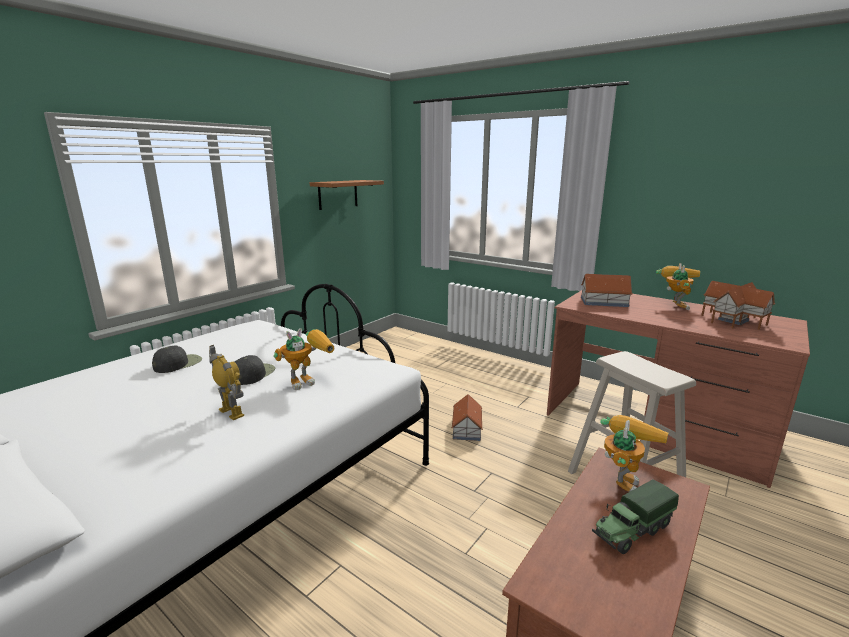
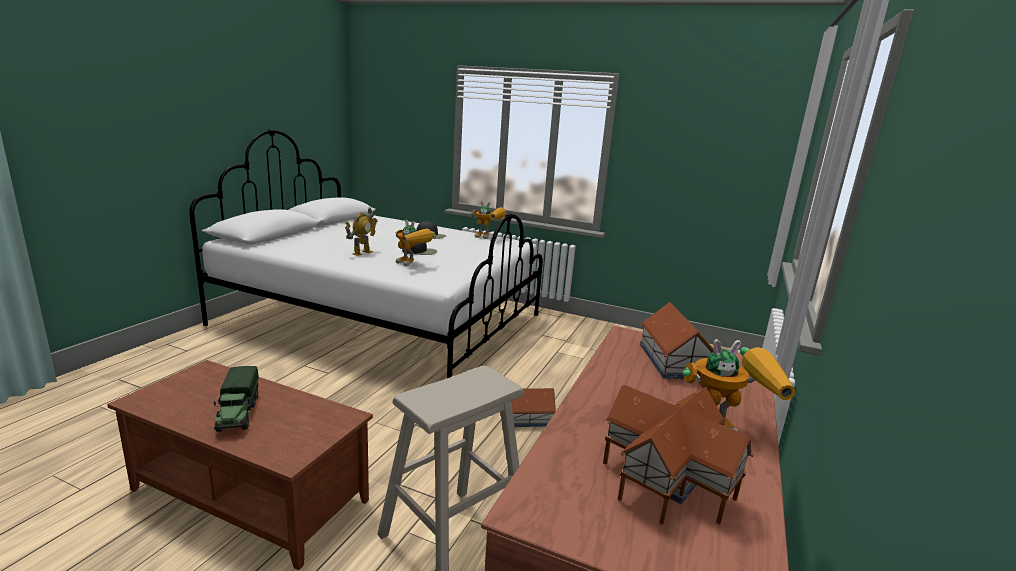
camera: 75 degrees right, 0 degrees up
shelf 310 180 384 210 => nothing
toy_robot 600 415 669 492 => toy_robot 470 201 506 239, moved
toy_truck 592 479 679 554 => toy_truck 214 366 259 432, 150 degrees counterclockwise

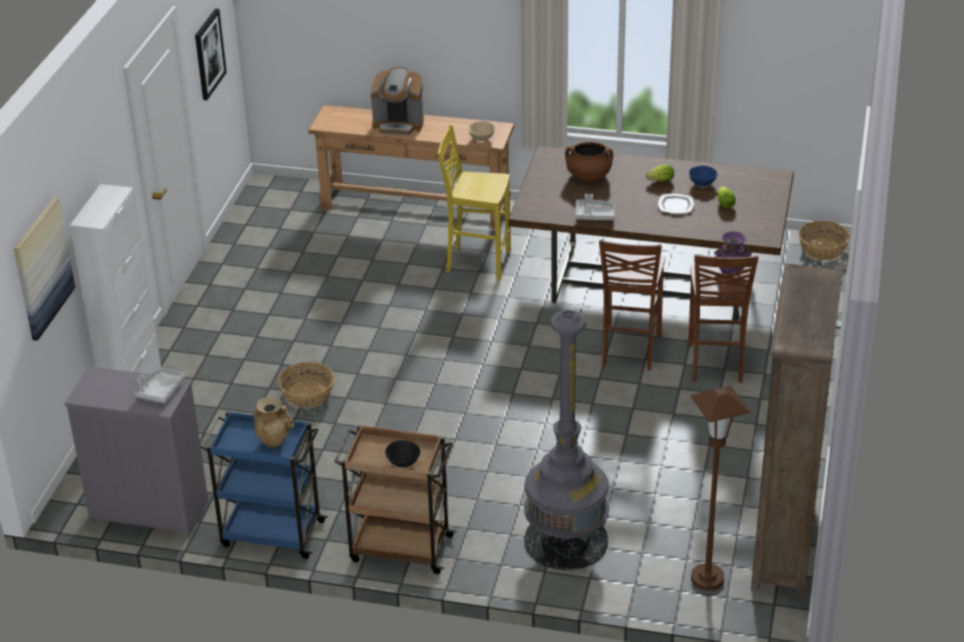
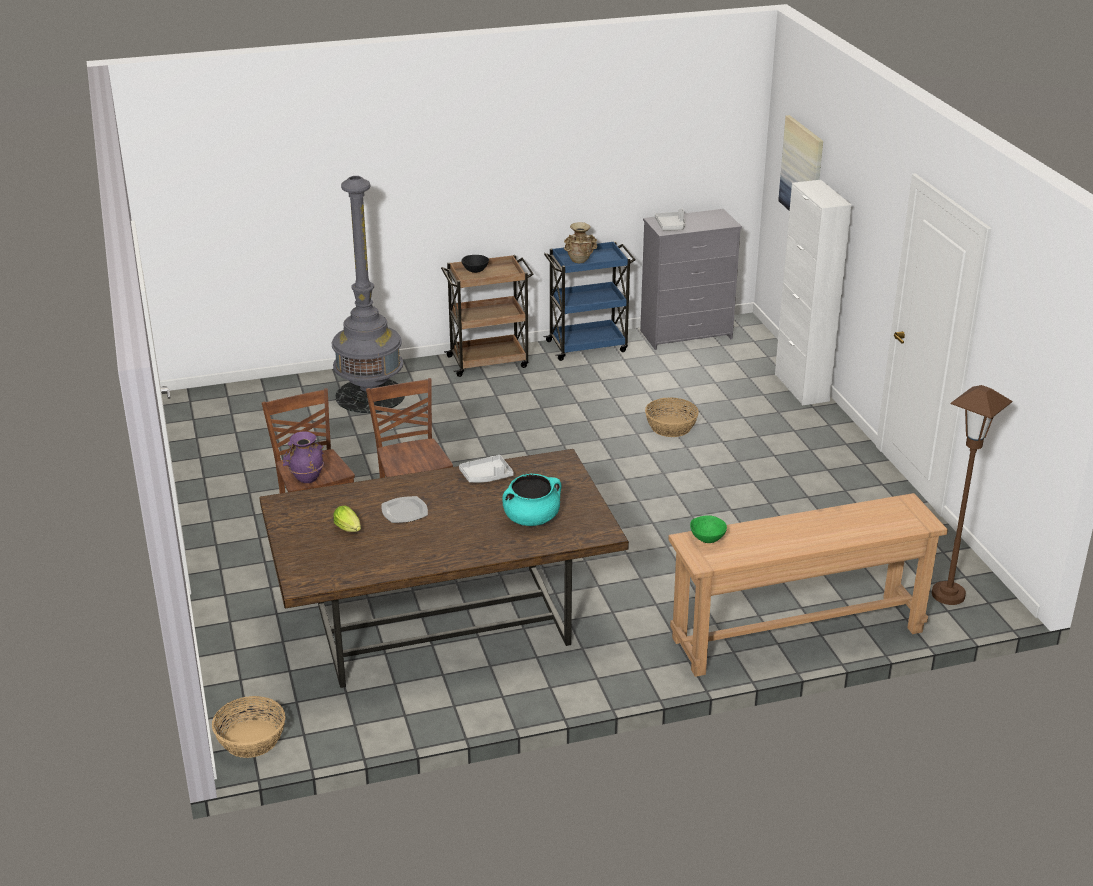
camera: 150 degrees right, 5 degrees down
picture 195 8 227 100 => nothing
coffee_machine 371 67 424 135 => nothing
yellow_stool 437 125 511 280 => nothing
lettuce 646 164 674 181 => nothing
blue_bowl 689 166 717 187 => nothing
brown_bookcase 751 264 843 598 => nothing
brown_floor_lamp 691 386 750 591 => brown_floor_lamp 932 385 1012 605, moved
beige_bowl 468 121 495 141 => green_bowl 690 515 727 543
brown_cooking_pot 565 142 613 181 => turquoise_cooking_pot 502 474 562 526

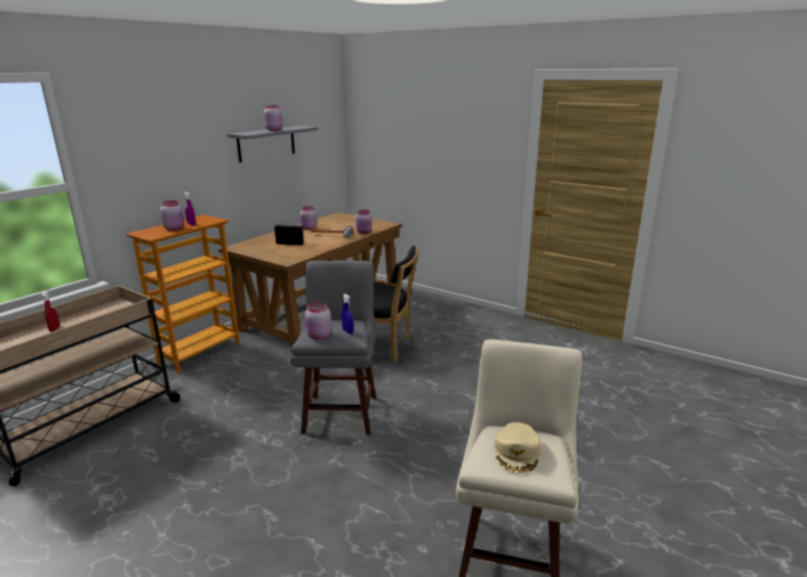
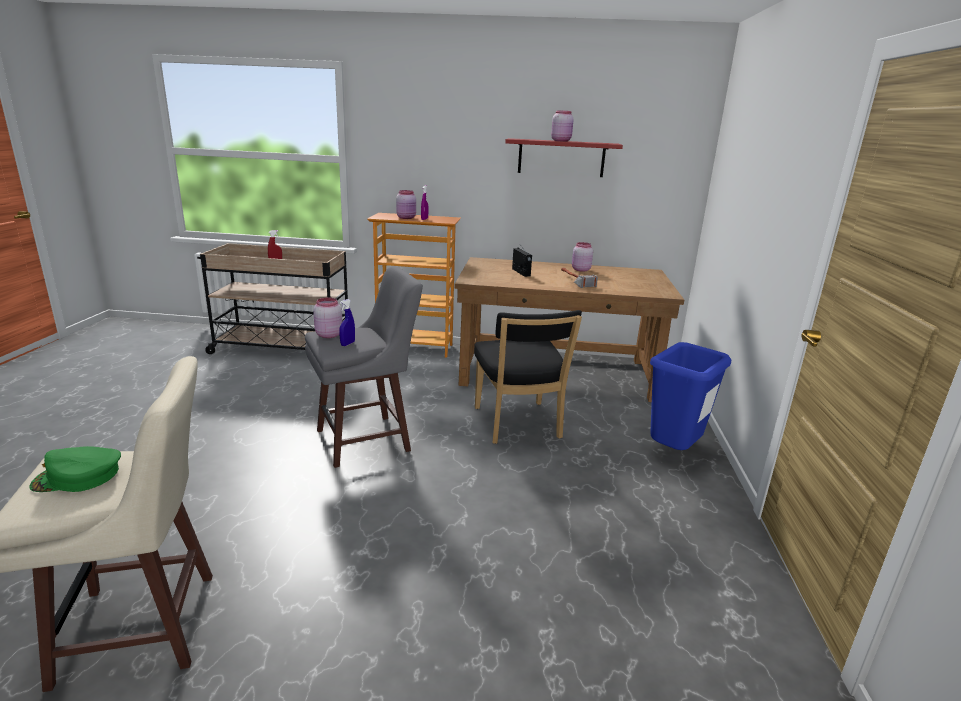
camera: 60 degrees right, 0 degrees up
pink_jar 355 210 372 234 => nothing
nothing => blue_trash_can 650 342 731 450
grey_shelf 227 126 318 163 => red_shelf 505 138 623 177
beige_cap 495 422 542 474 => green_cap 29 446 121 492

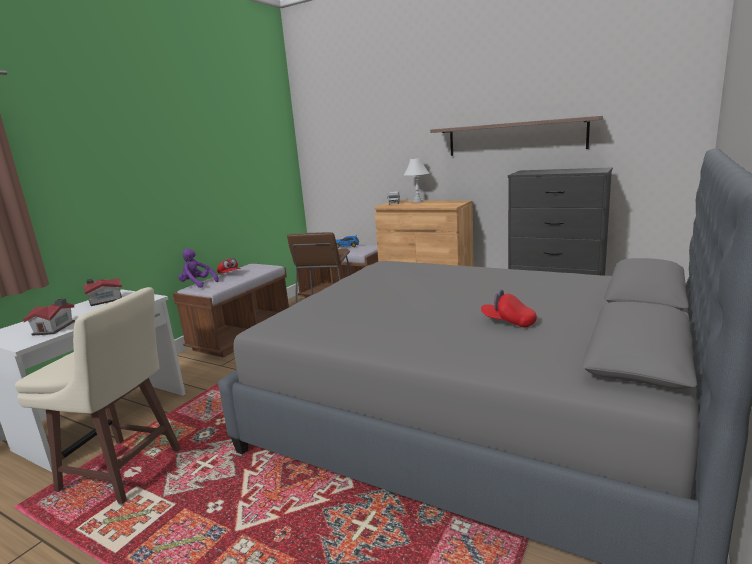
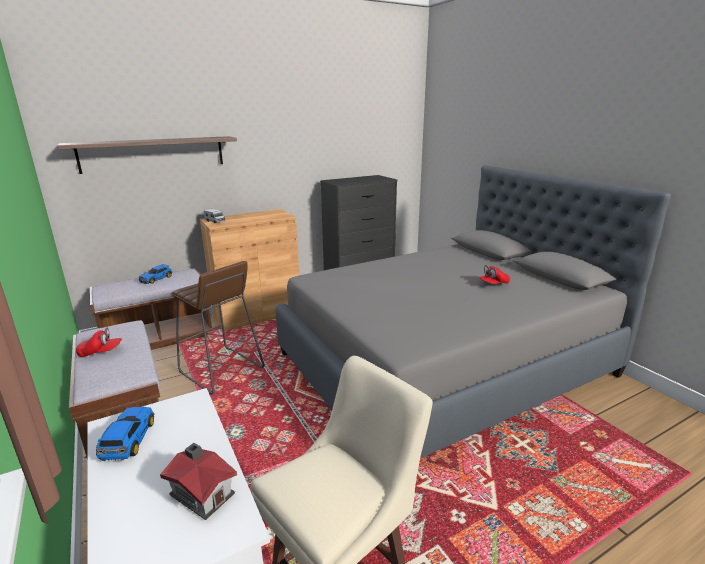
camera: 60 degrees left, 5 degrees up
purple_plush_toy 178 249 219 288 => nothing
white_table_lamp 404 158 429 203 => nothing
shelf 430 116 603 156 => shelf 57 136 237 174, moved
toy_house 83 278 122 306 => toy_car 96 407 154 461

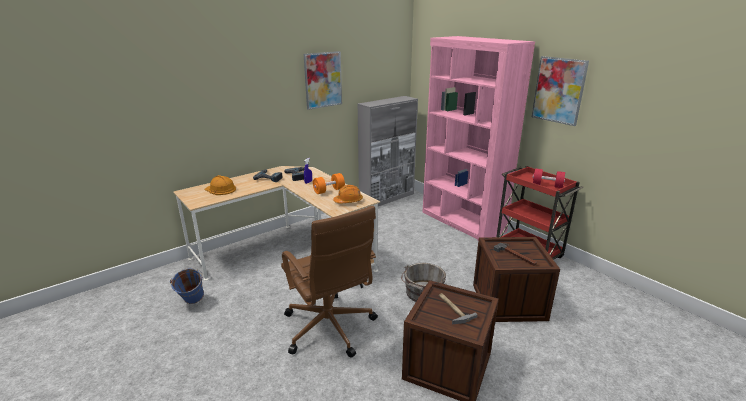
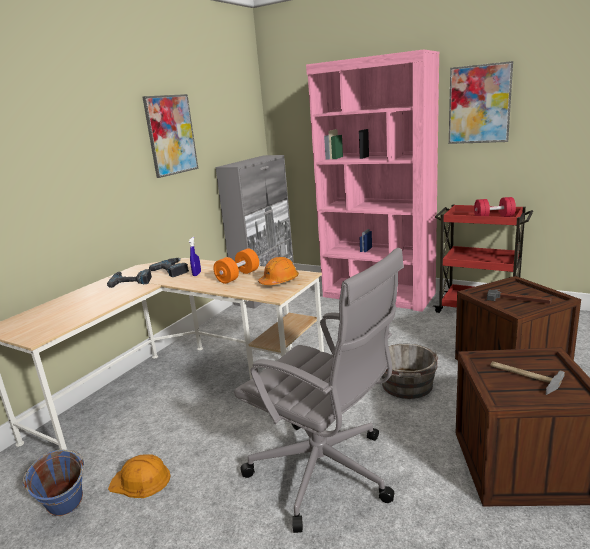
camera: 20 degrees left, 5 degrees down
orange_hard_hat 205 175 236 195 => orange_hard_hat 108 454 171 498, moved
brown_office_chair 281 206 378 358 => grey_office_chair 234 248 404 533

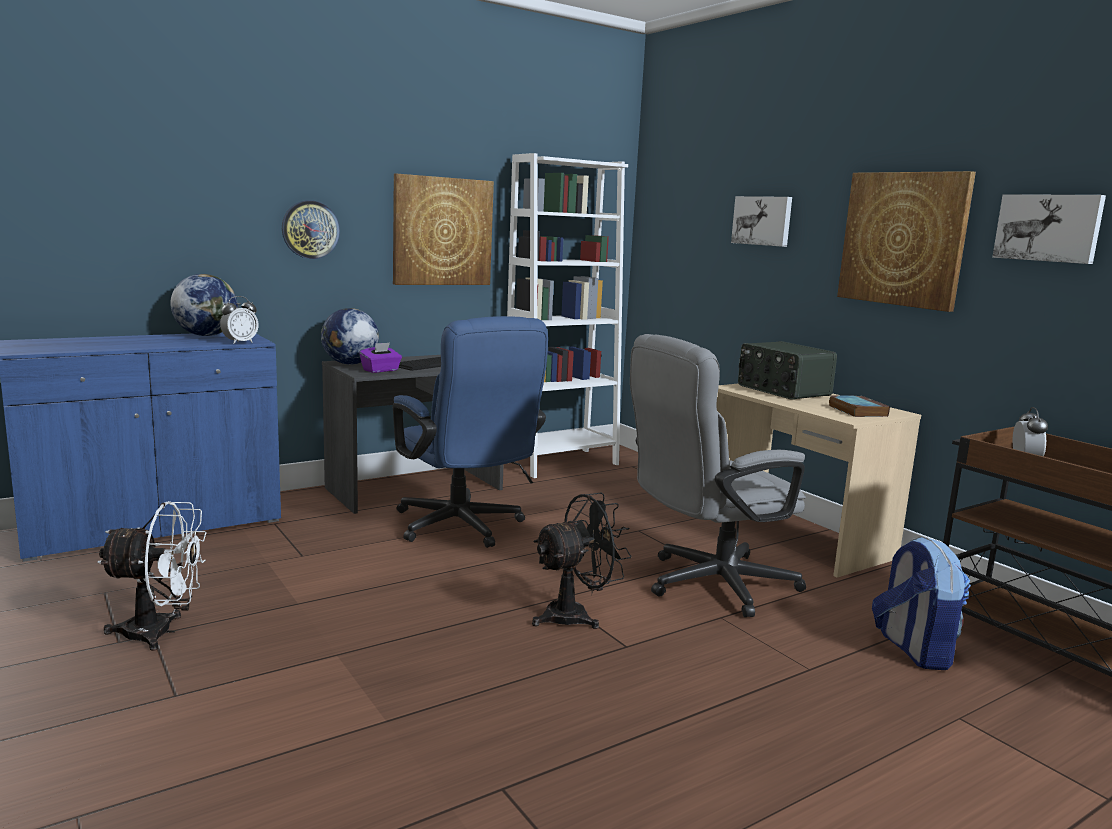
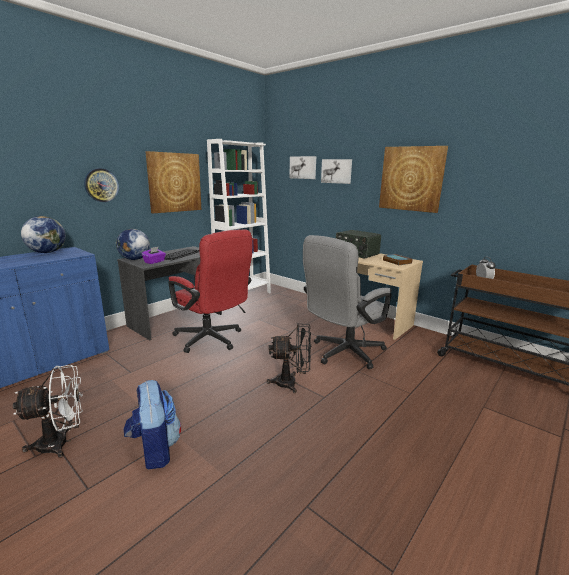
camera: 15 degrees left, 5 degrees up
alarm_clock 220 296 259 344 => nothing
backpack 872 536 971 670 => backpack 124 380 181 470, moved
picture 992 194 1106 264 => picture 289 156 316 179, moved
blue_office_chair 393 316 548 548 => red_office_chair 168 229 252 353
black_fan 532 492 632 629 => black_fan 267 323 311 393, 45 degrees clockwise

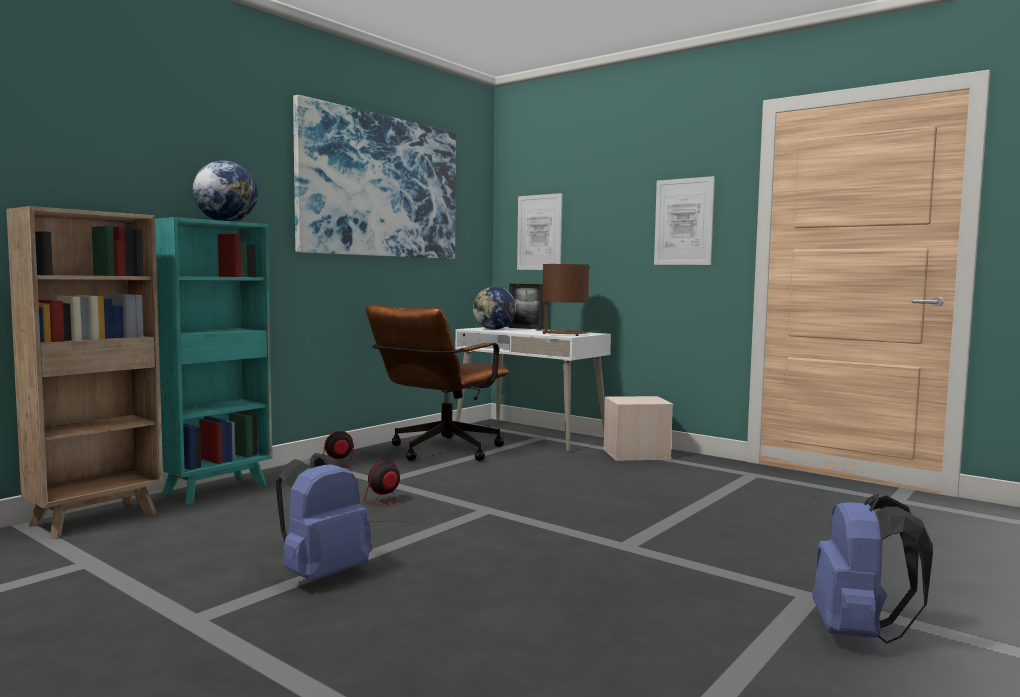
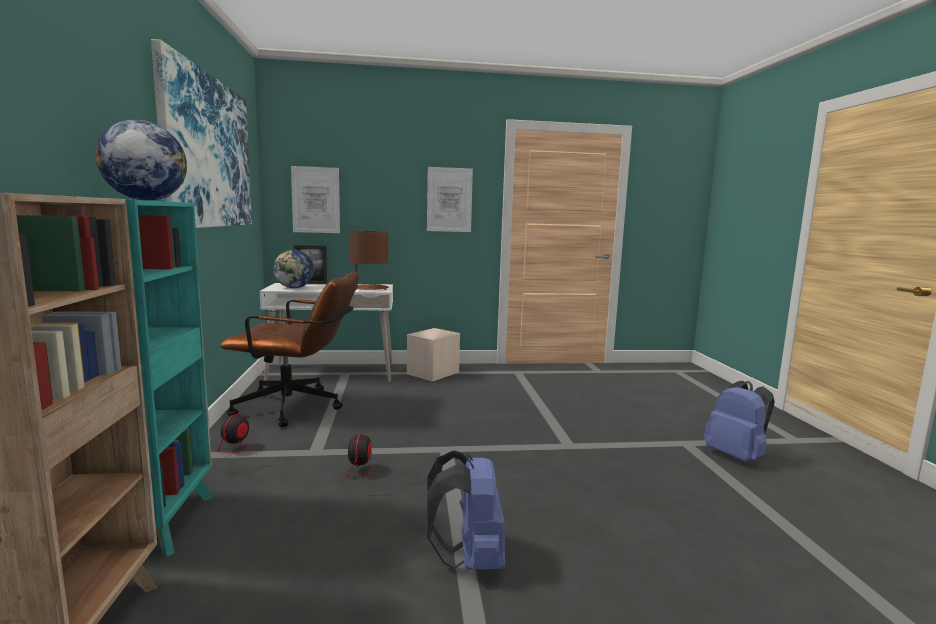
camera: 45 degrees left, 5 degrees up
brown_office_chair 366 304 509 461 => brown_office_chair 220 272 359 428, 75 degrees counterclockwise

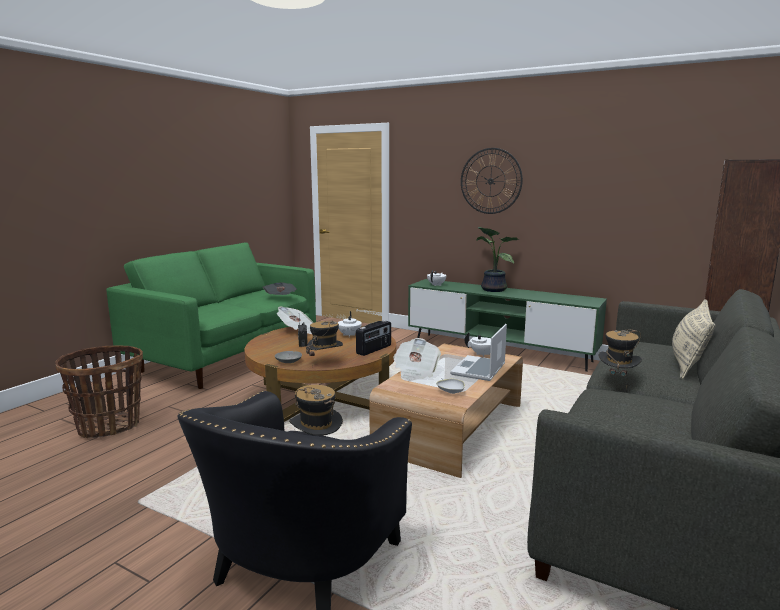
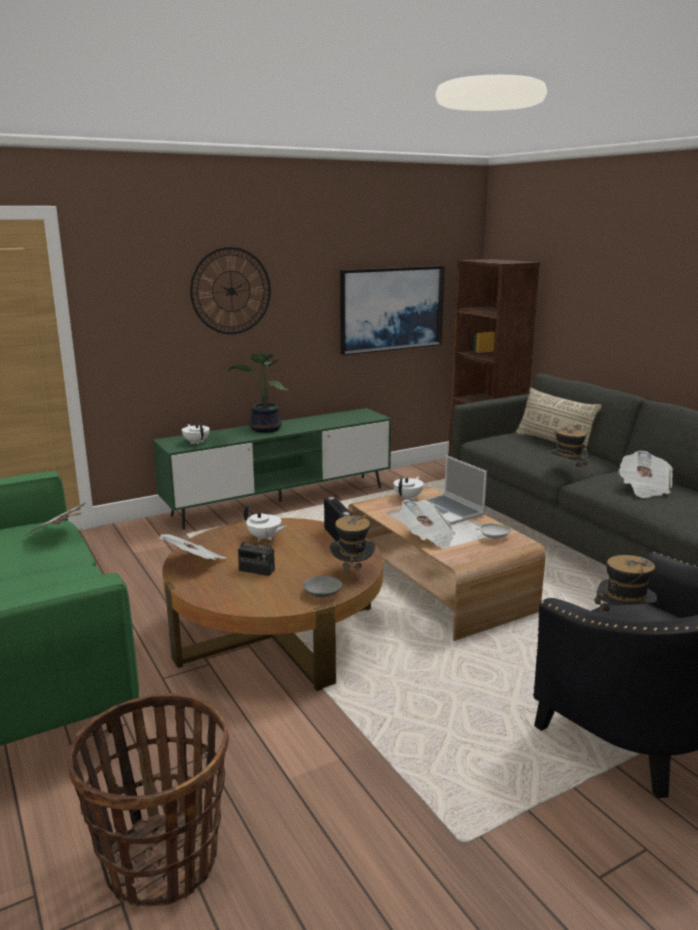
camera: 60 degrees left, 5 degrees up
nothing => picture 340 266 445 355
nothing => newspaper 618 451 673 498

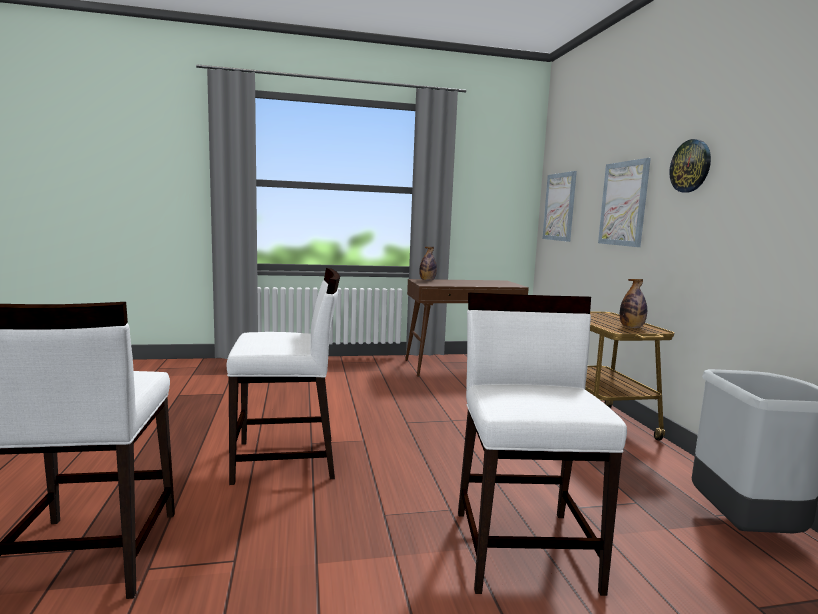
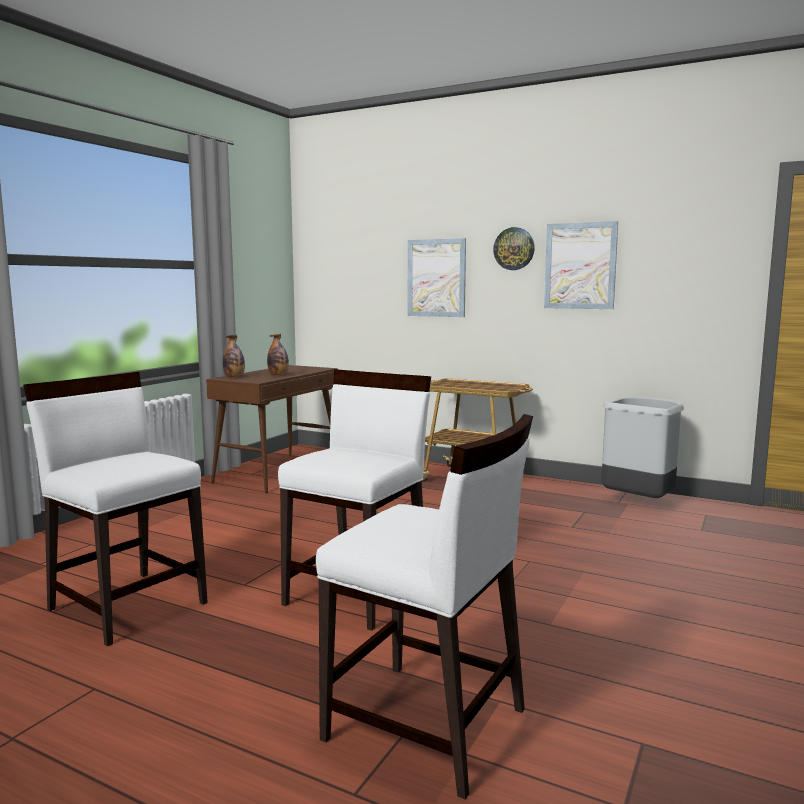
camera: 50 degrees left, 0 degrees up
white_chair 458 293 627 596 => white_chair 23 372 208 646, moved
picture 542 171 577 242 => picture 544 221 618 309, moved
bottle 619 279 647 328 => bottle 267 334 289 376, moved

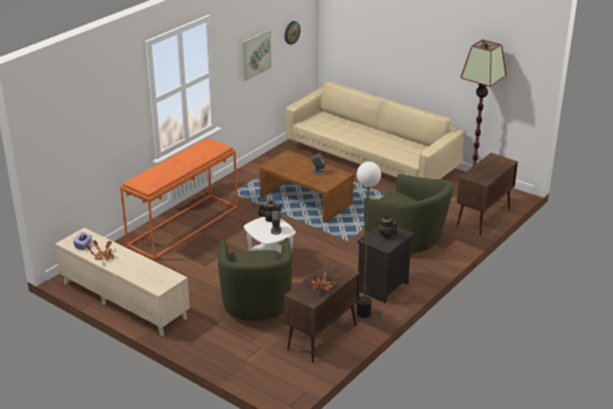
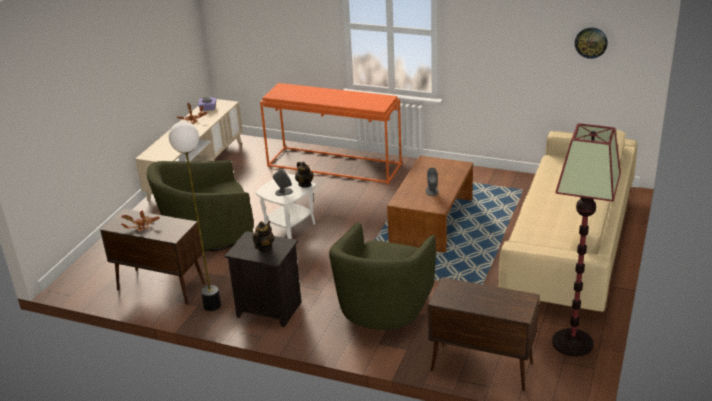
camera: 75 degrees right, 0 degrees up
picture 242 30 271 81 => nothing

